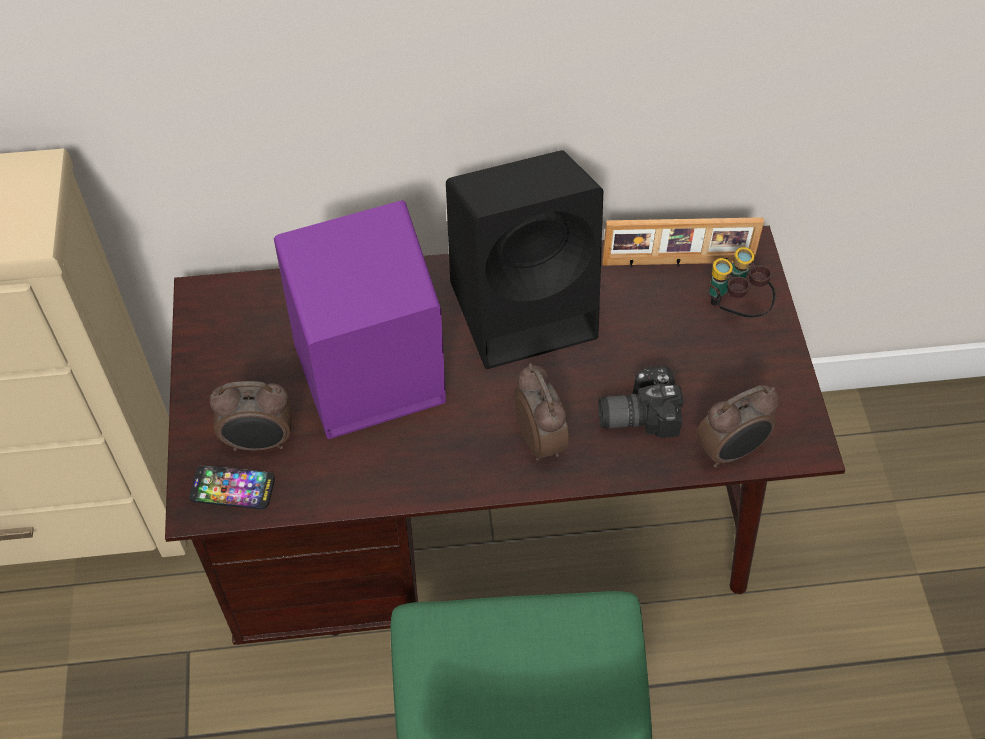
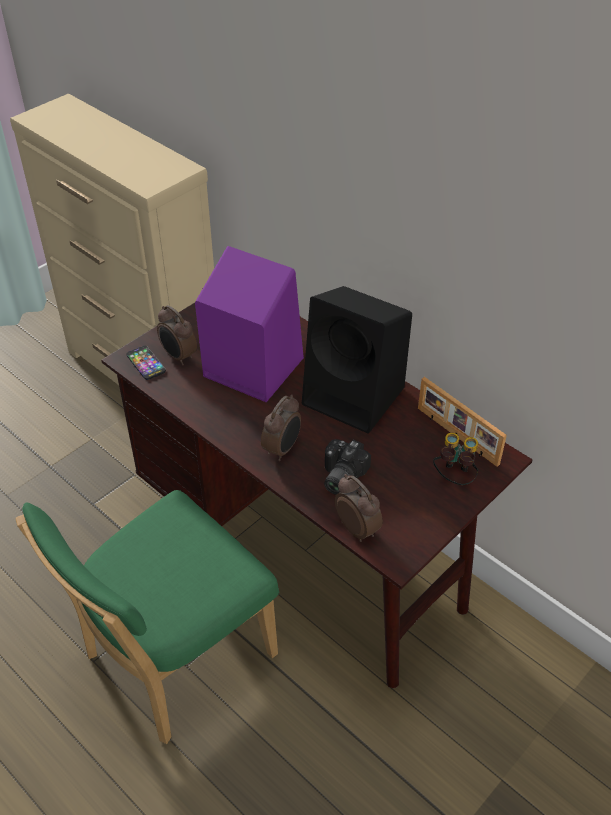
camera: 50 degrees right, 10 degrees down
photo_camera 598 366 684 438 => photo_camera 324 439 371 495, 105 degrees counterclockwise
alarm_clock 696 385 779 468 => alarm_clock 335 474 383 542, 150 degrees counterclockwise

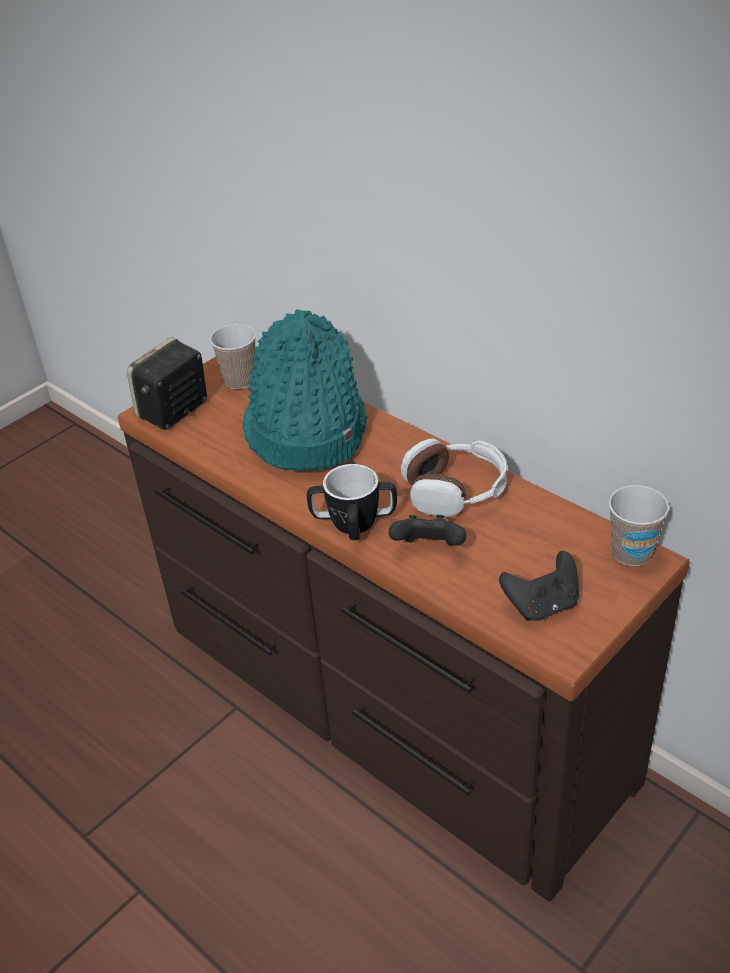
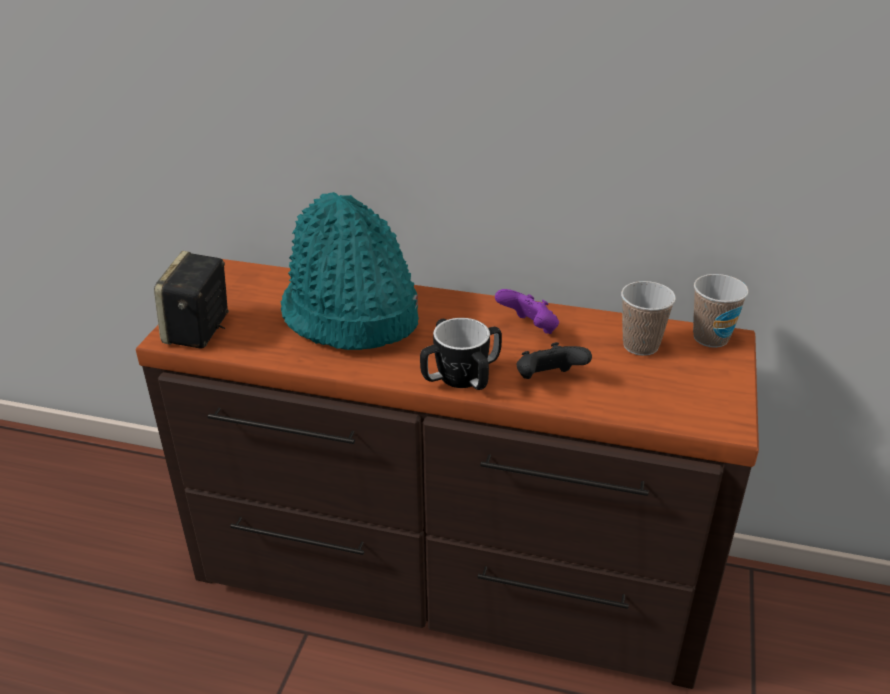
camera: 30 degrees left, 5 degrees down
black_game_controller 499 551 579 621 => nothing
cup 210 324 256 389 => cup 621 281 676 356, moved
headphones 401 438 507 517 => purple_game_controller 495 289 559 334

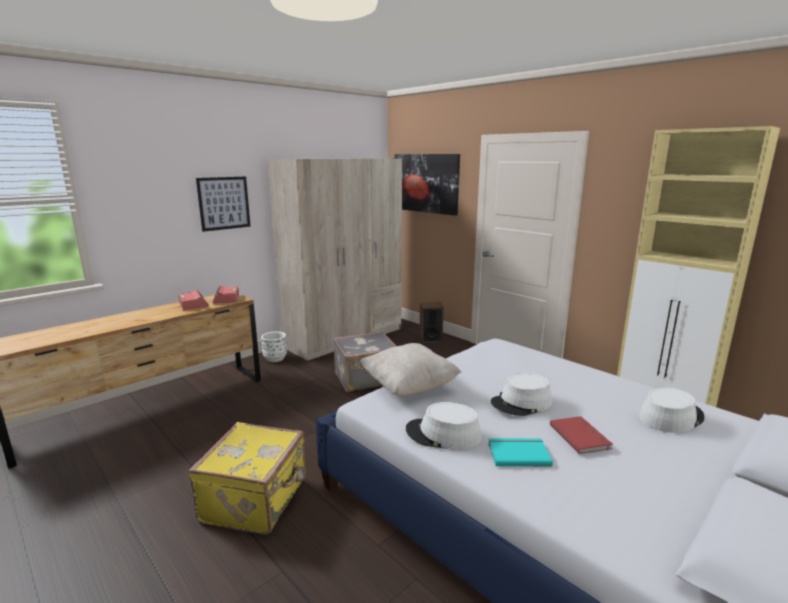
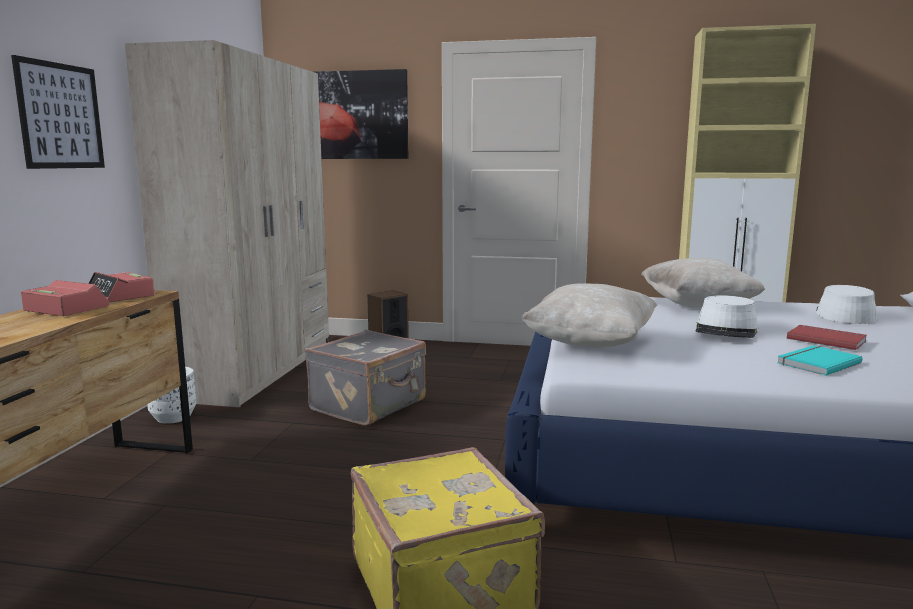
camera: 35 degrees left, 5 degrees down
white_hat 406 402 482 449 => nothing
nothing => beige_pillow 641 258 765 308

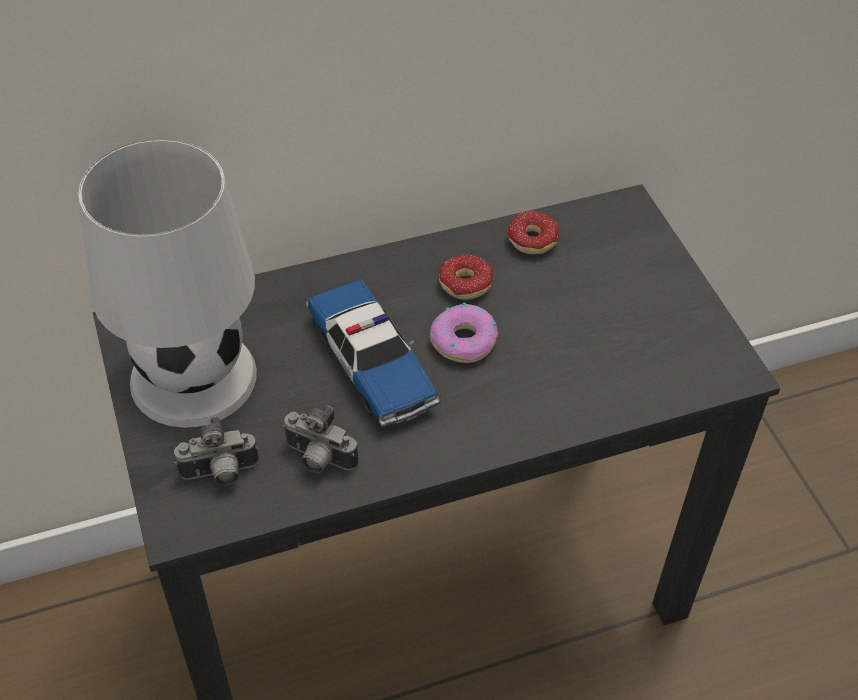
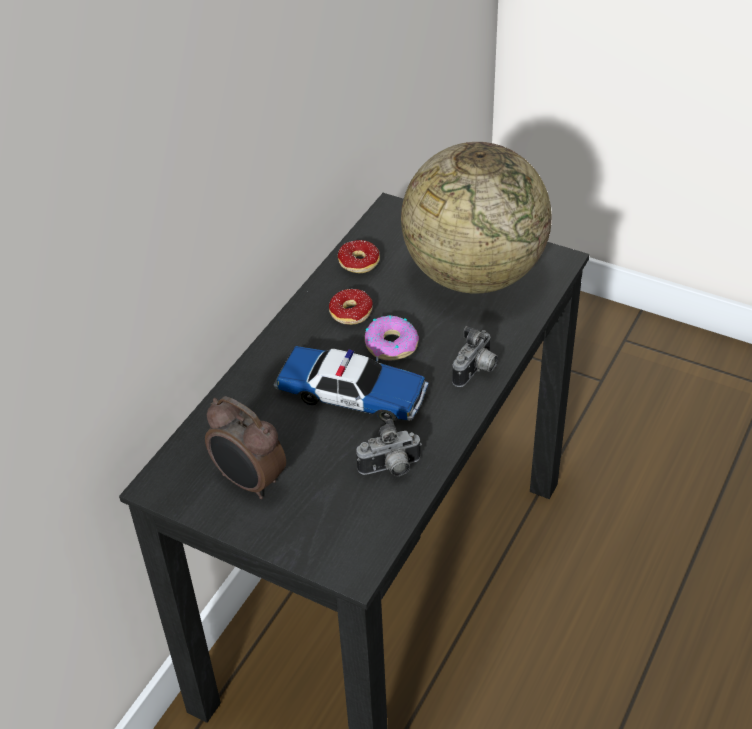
camera: 40 degrees left, 5 degrees down
nothing => globe 401 142 552 294
photo_camera 174 416 259 486 => photo_camera 452 326 498 387, moved
white_table_lamp 78 139 257 428 => alarm_clock 205 396 286 499

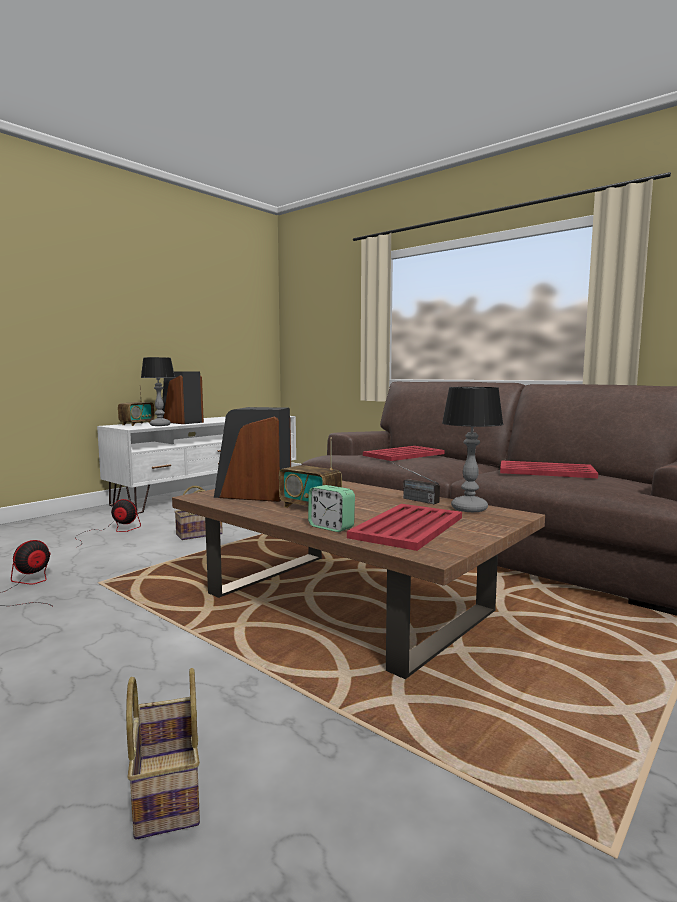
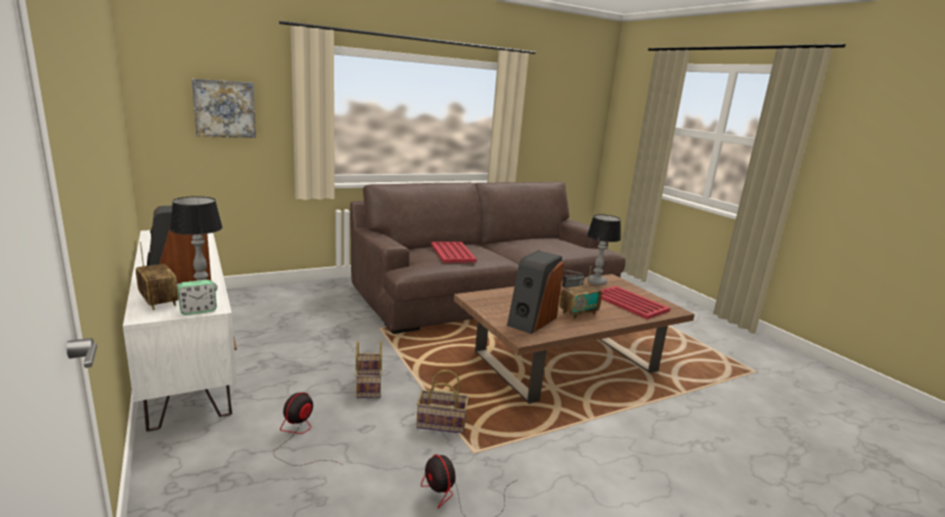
camera: 70 degrees left, 10 degrees up
red_tray 500 460 598 478 => nothing
nothing => picture 192 79 256 138
basket 126 668 200 840 => basket 416 370 469 433, moved
alarm_clock 308 485 355 532 => alarm_clock 178 280 217 315, moved

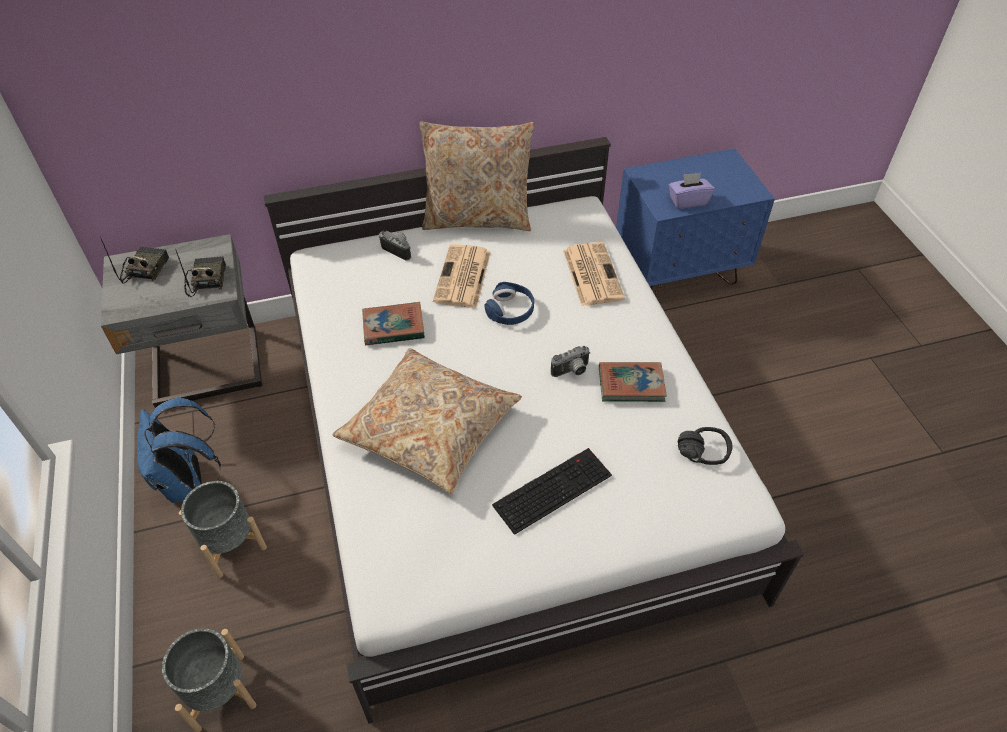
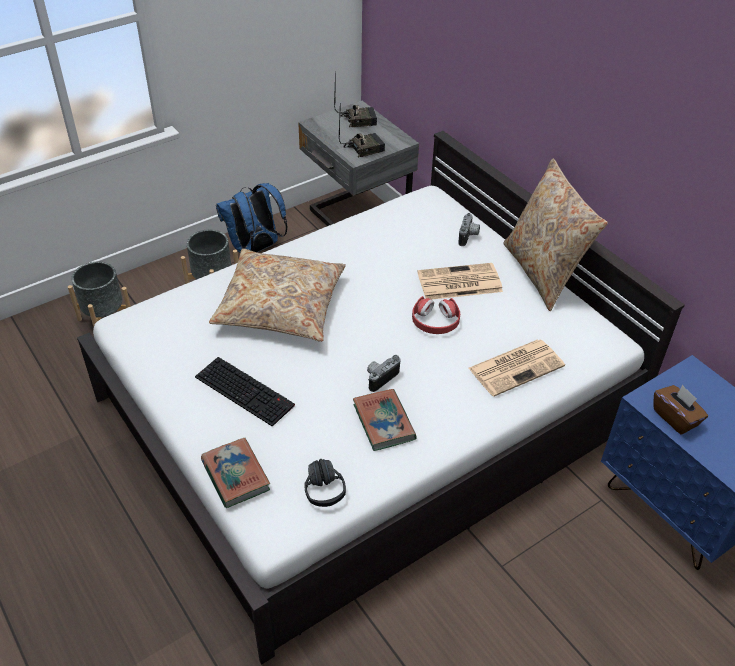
camera: 70 degrees right, 5 degrees down
book 362 302 425 345 => book 201 438 270 508, moved
blue_headphones 485 282 534 325 => red_headphones 412 296 460 334
purple_tissue_box 668 173 715 209 => brown_tissue_box 653 385 708 435
photo_camera 551 346 590 377 => photo_camera 367 355 400 392, 90 degrees clockwise

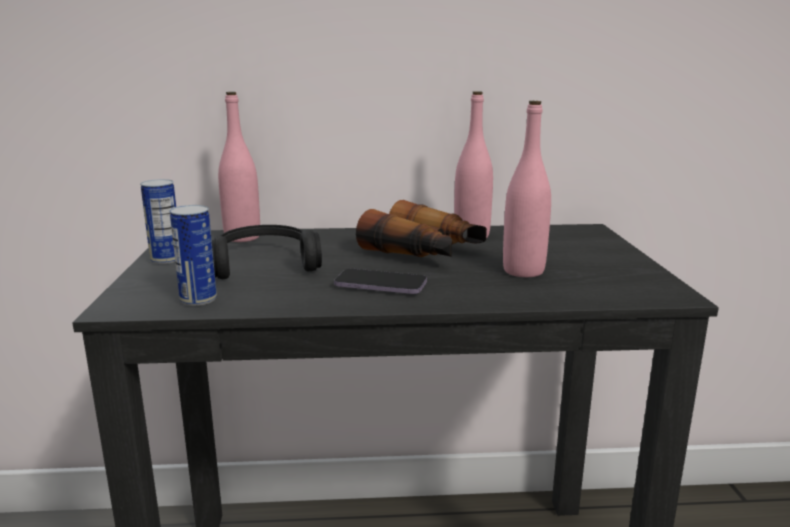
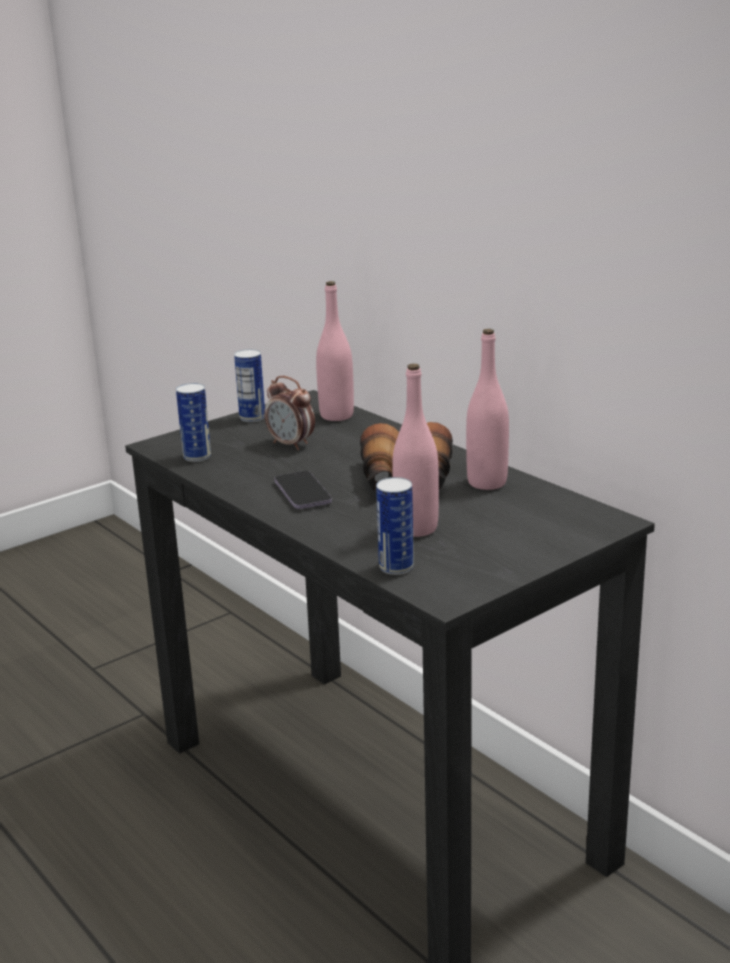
camera: 55 degrees right, 5 degrees up
nothing => can 376 477 414 575
black_headphones 212 225 322 279 => alarm_clock 264 376 315 450

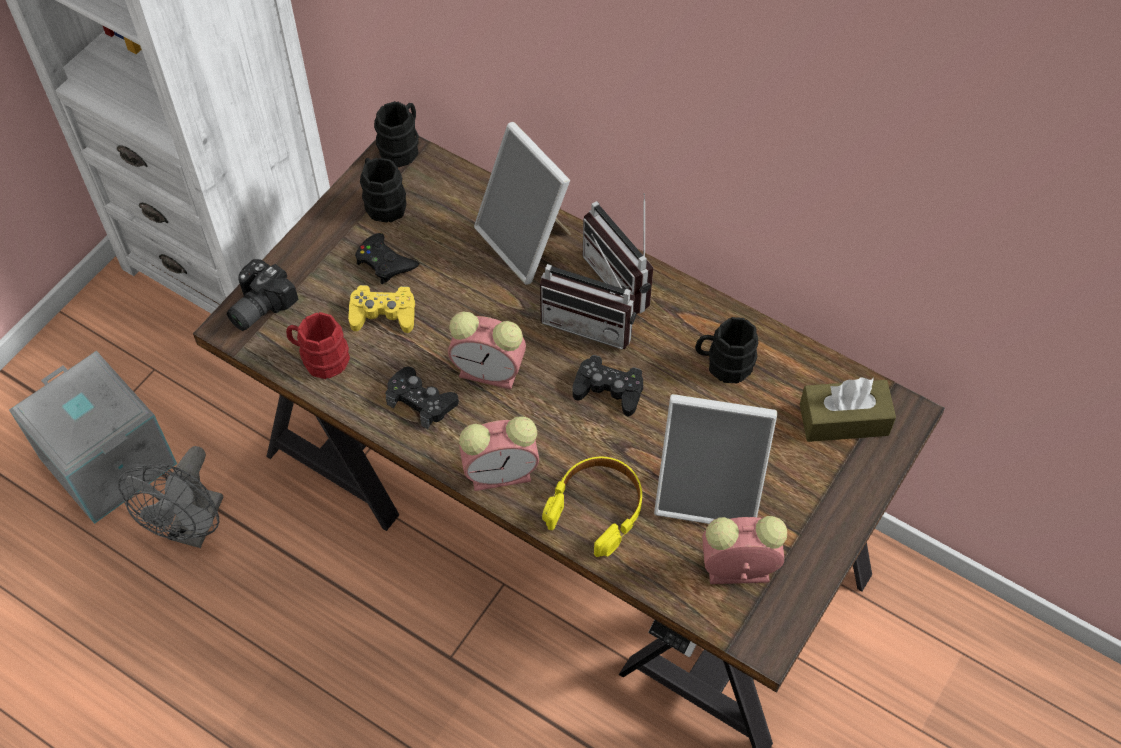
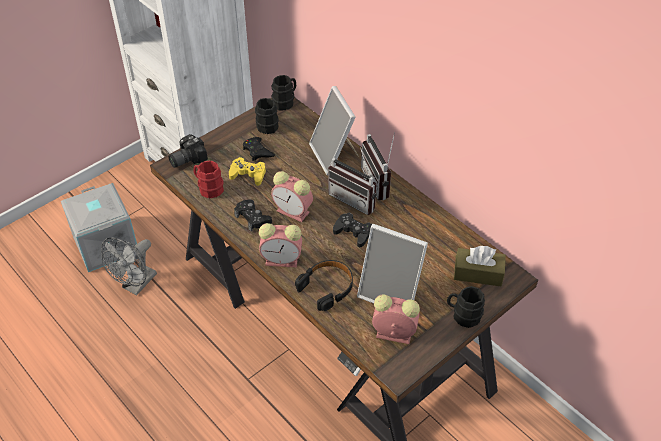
camera: 15 degrees right, 10 degrees down
black_mug 695 317 758 383 => black_mug 447 286 485 328, moved
yellow_headphones 542 457 642 557 => black_headphones 295 260 353 311

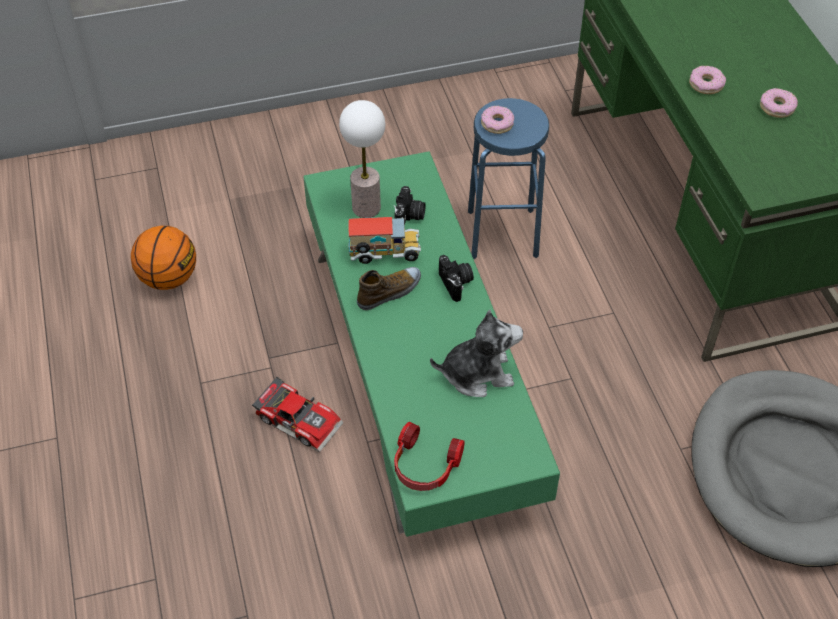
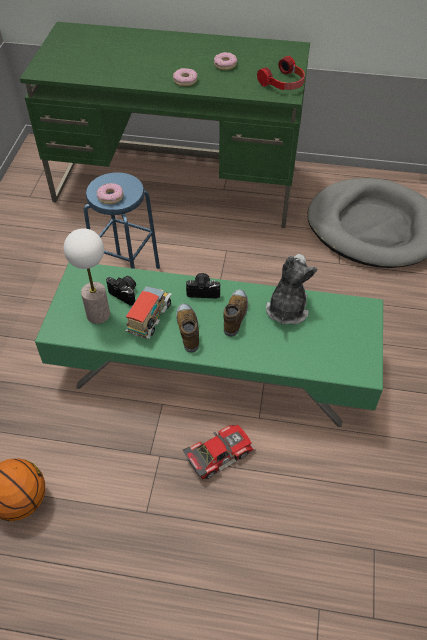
camera: 65 degrees left, 0 degrees up
nothing => shoe 223 289 248 337
headphones 394 422 465 491 => headphones 257 56 305 90, moved

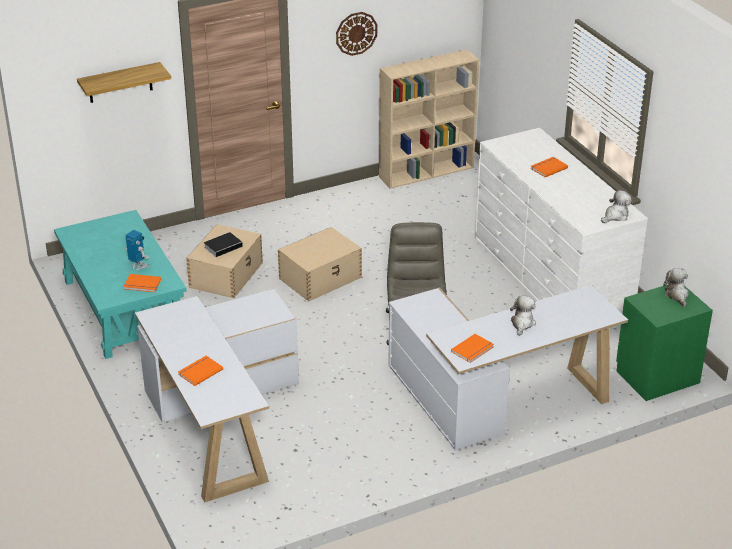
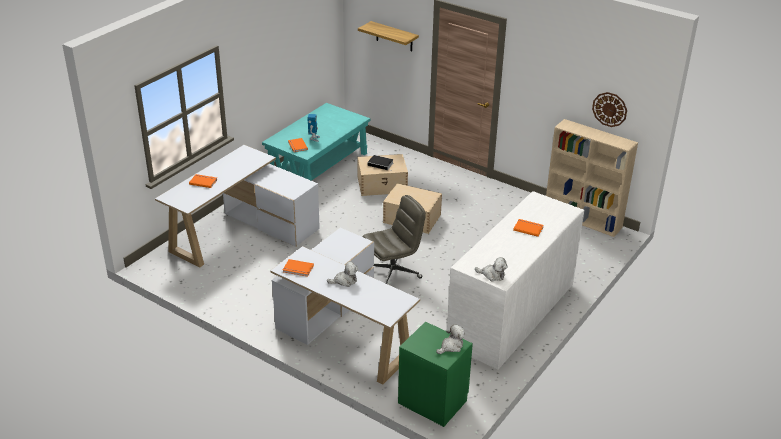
camera: 60 degrees right, 0 degrees up
wall_clock 336 12 377 56 => wall_clock 592 92 627 127, moved

